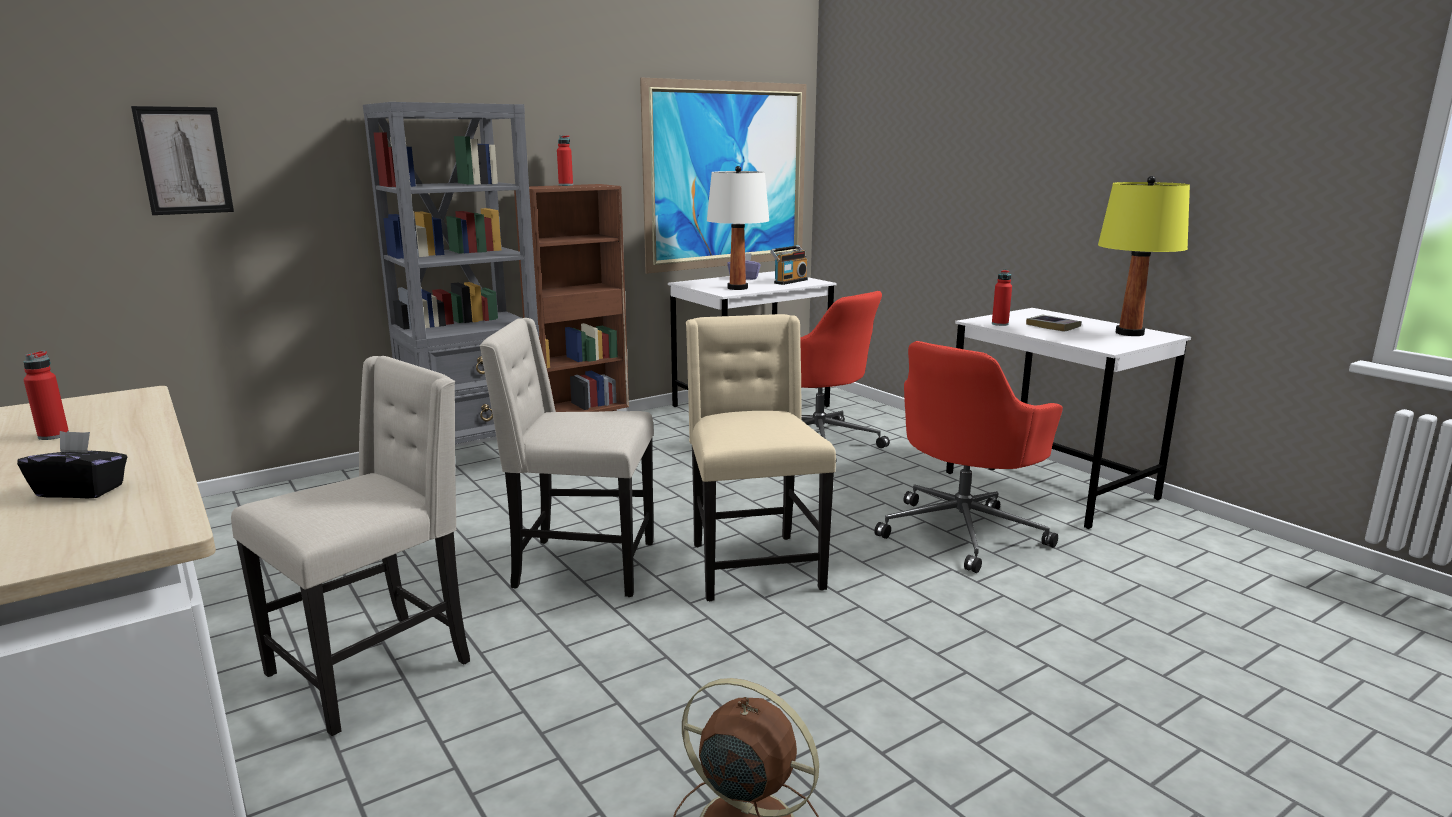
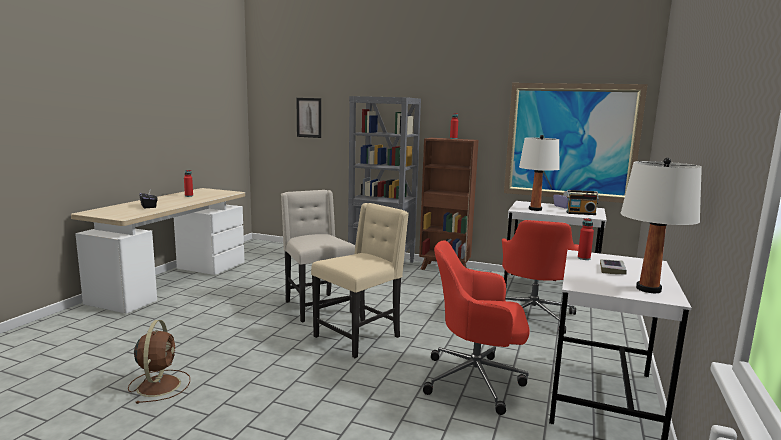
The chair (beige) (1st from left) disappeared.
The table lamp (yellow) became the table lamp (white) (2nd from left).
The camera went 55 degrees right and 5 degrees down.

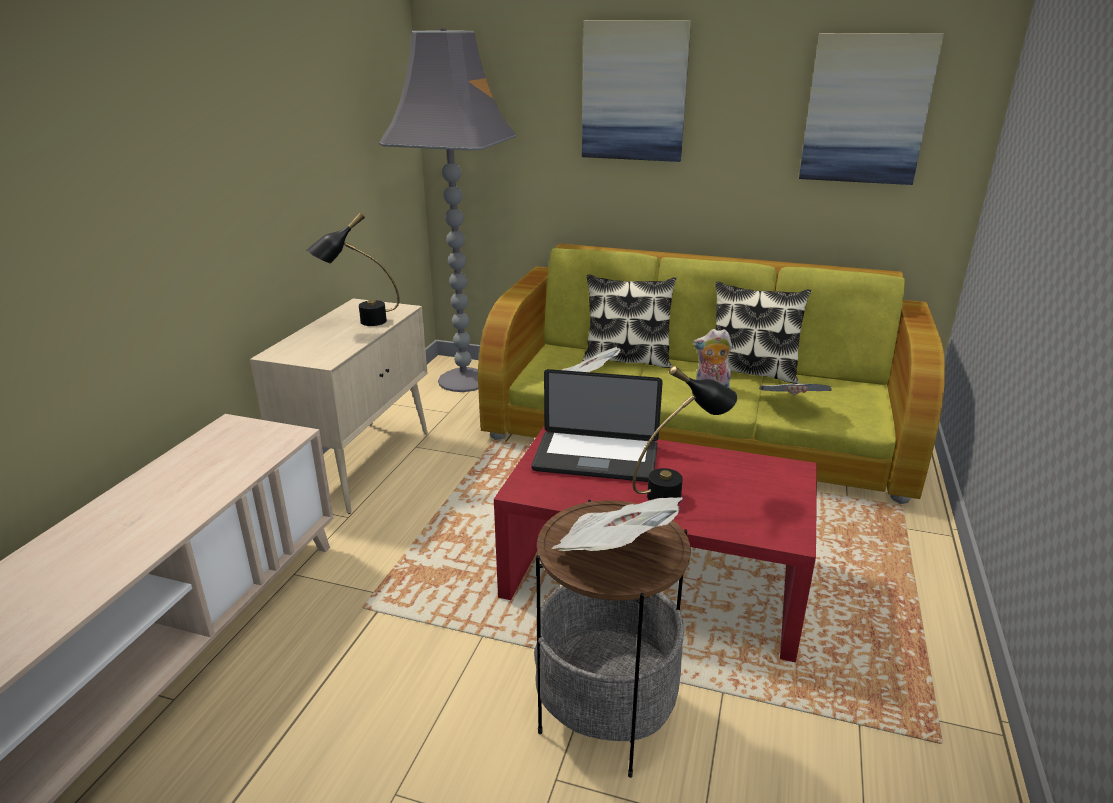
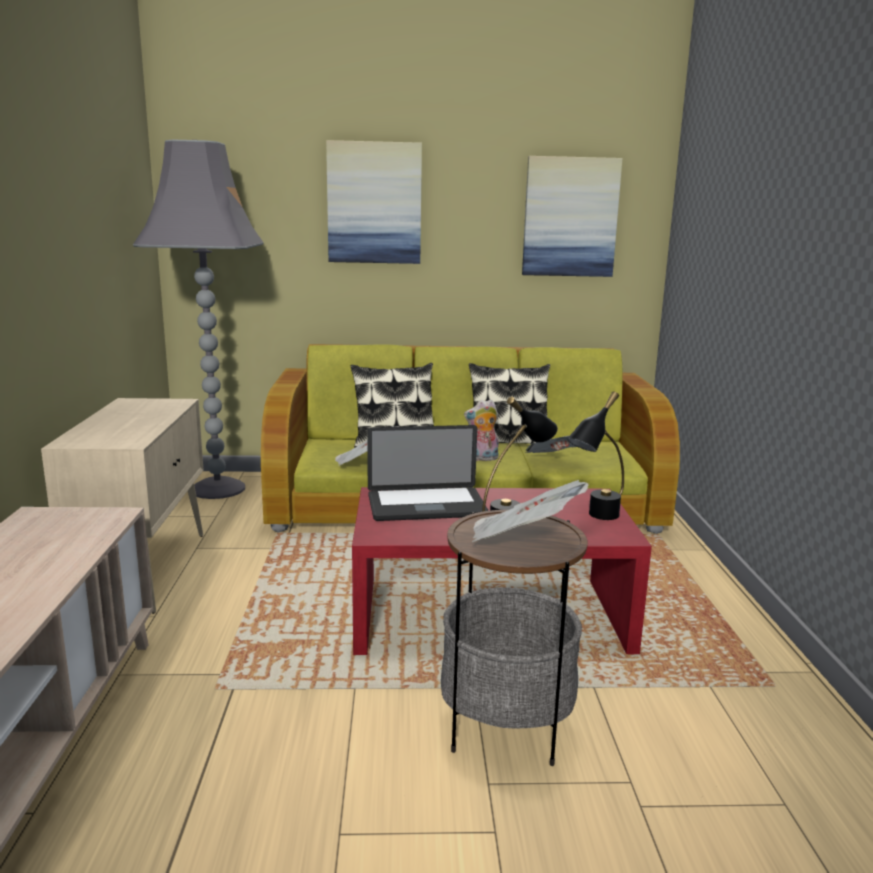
The table lamp (black) (1st from left in the first image) moved.
The camera went 20 degrees left and 10 degrees down.

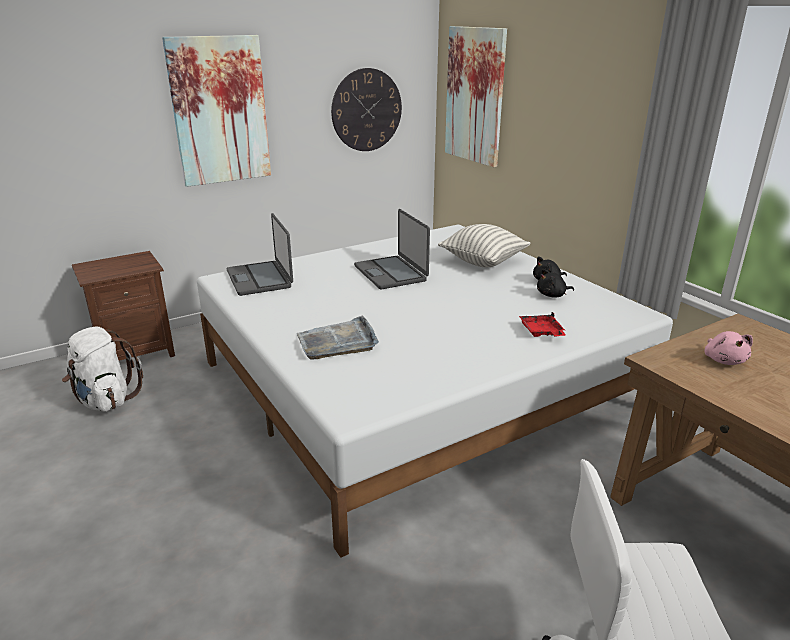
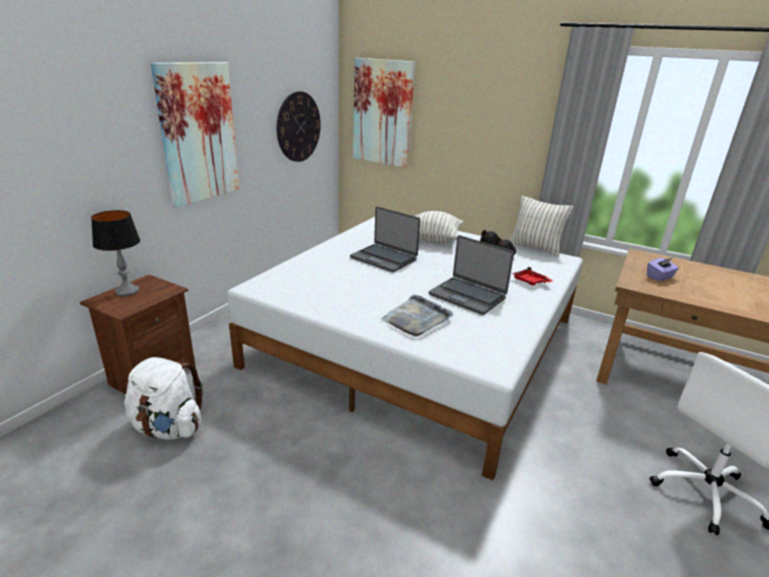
The table lamp appeared.
The pillow (2nd from left) appeared.
The laptop (1st from left in the first image) moved.
The plush toy (pink) was replaced by the tissue box (purple).
The camera went 30 degrees left and 0 degrees up.

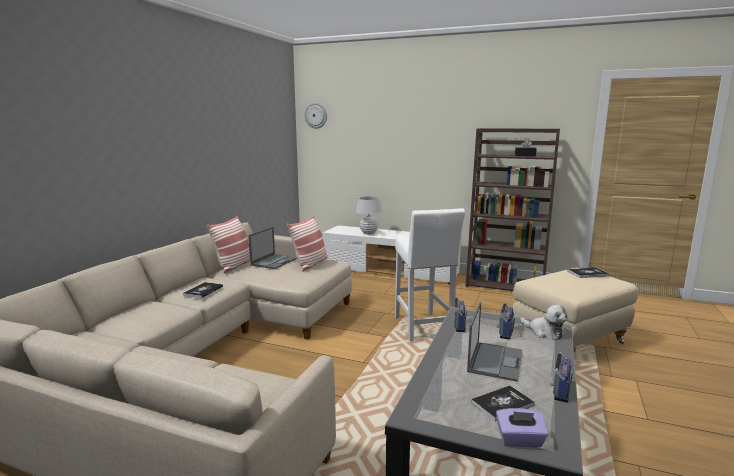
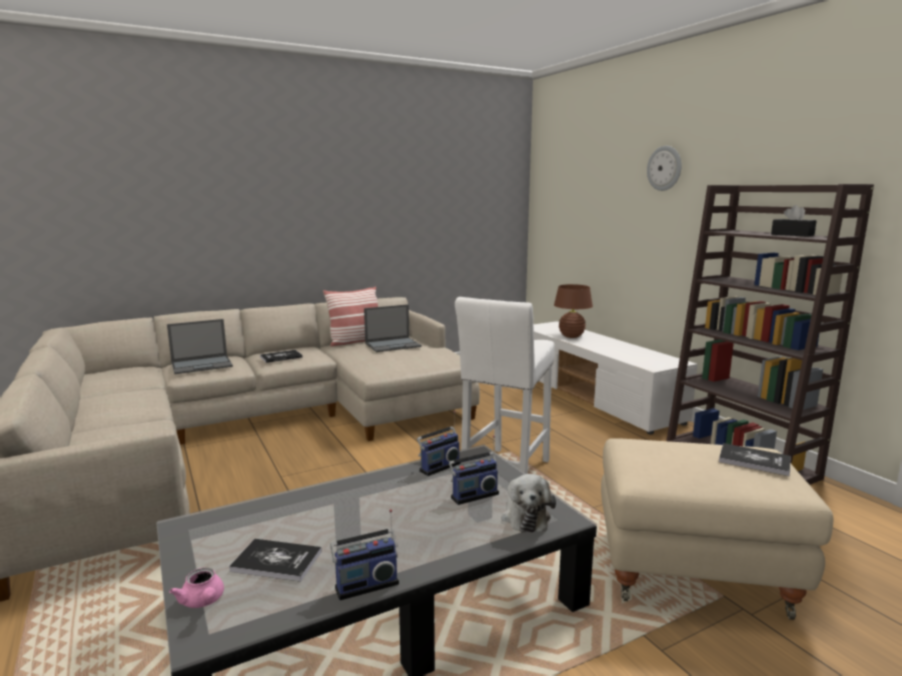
The pillow (2nd from left) disappeared.
The wall clock moved.
The laptop (2nd from left in the first image) moved.
The tissue box (purple) was replaced by the teapot (pink).
The table lamp (white) became the table lamp (brown).
The camera went 40 degrees right and 0 degrees up.

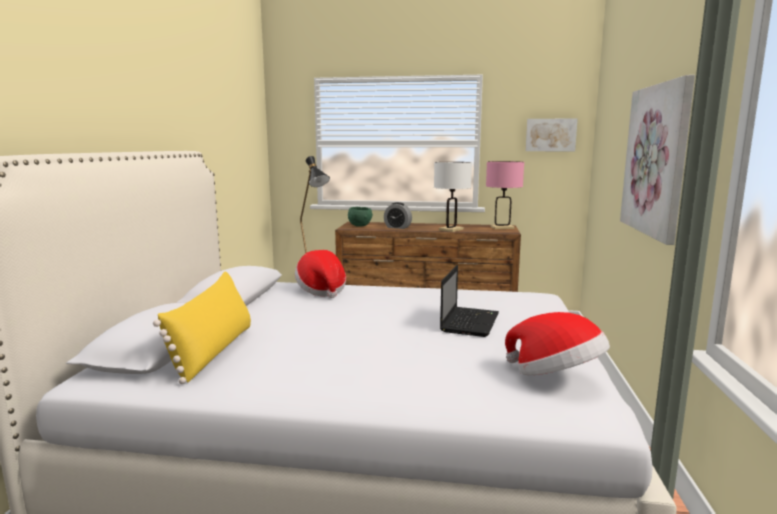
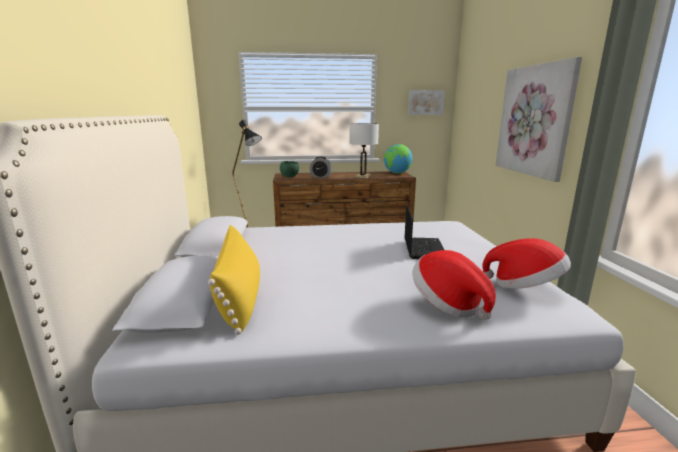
The hat (1st from left) moved.
The table lamp (pink) was replaced by the globe.
The camera went 15 degrees left and 5 degrees up.

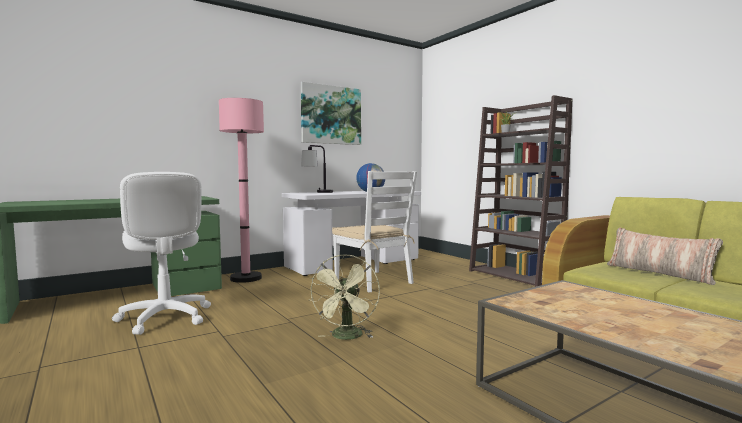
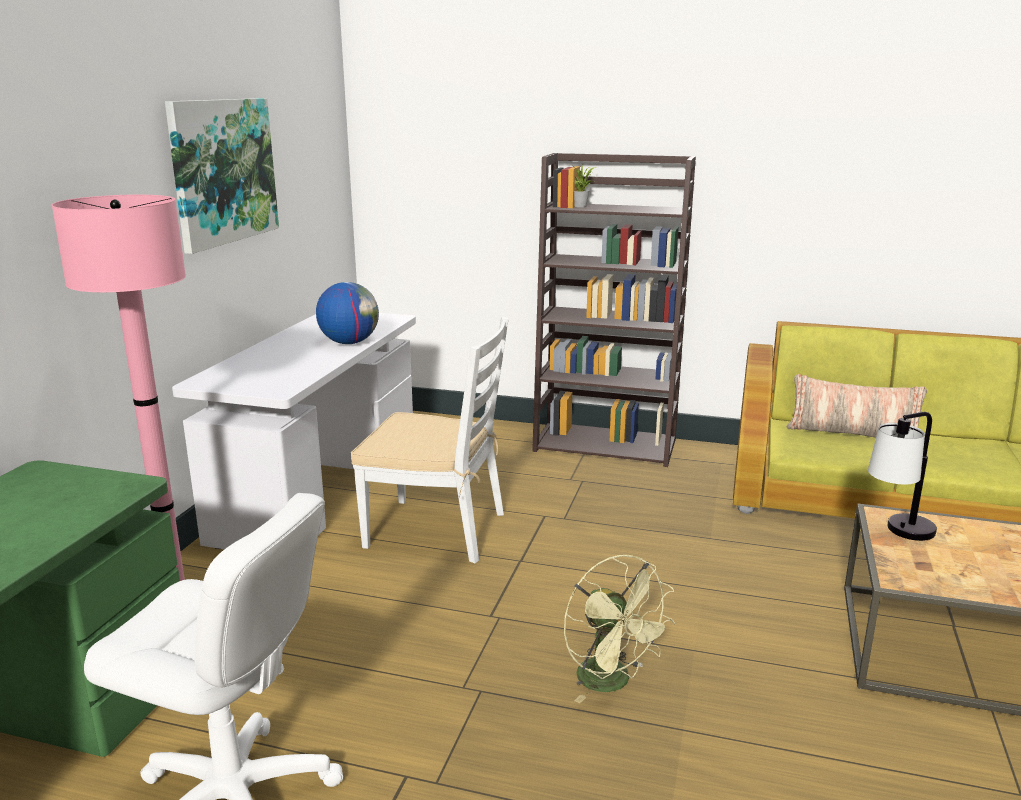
The table lamp moved.
The camera went 40 degrees left and 15 degrees up.

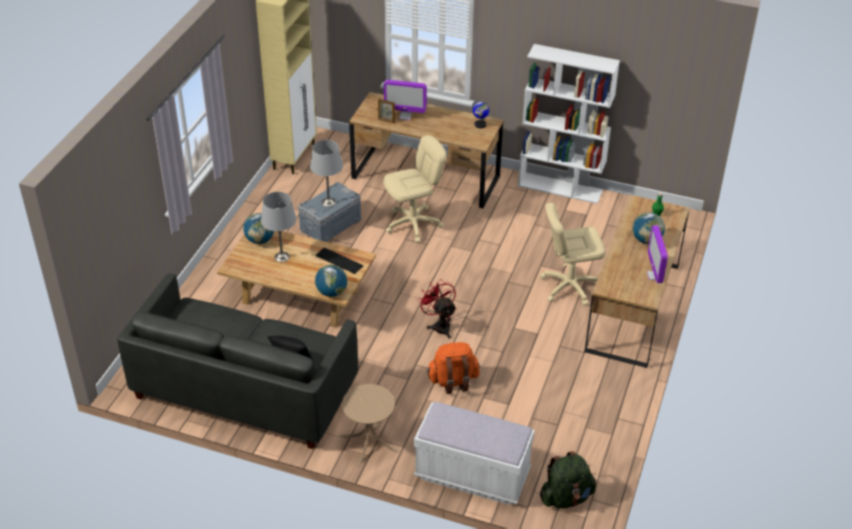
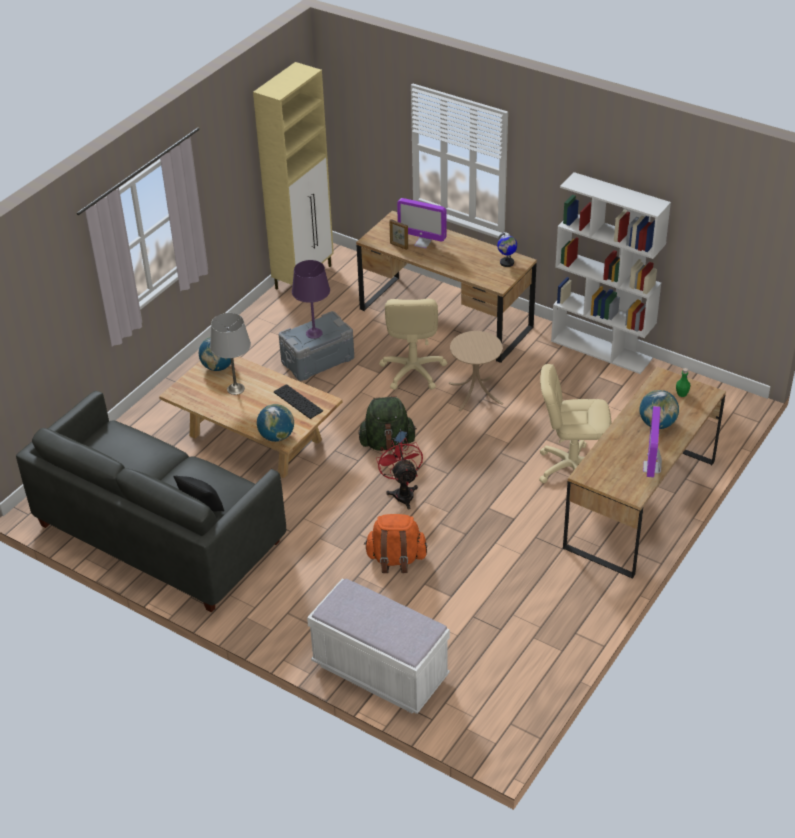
The side table (beige) moved.
The backpack (green) moved.
The table lamp (grey) (2nd from left) became the table lamp (purple).
The office chair (beige) (1st from left) turned 105 degrees clockwise.
The camera went 15 degrees right and 0 degrees up.

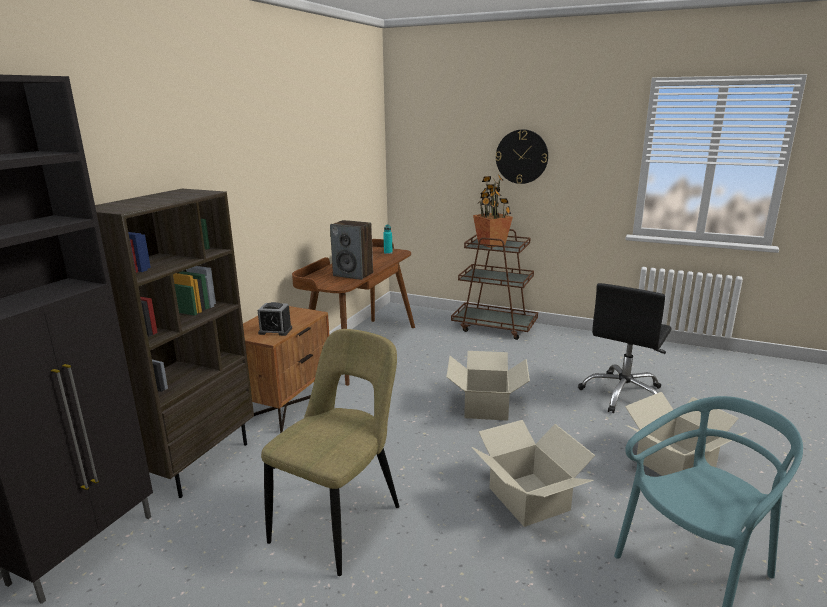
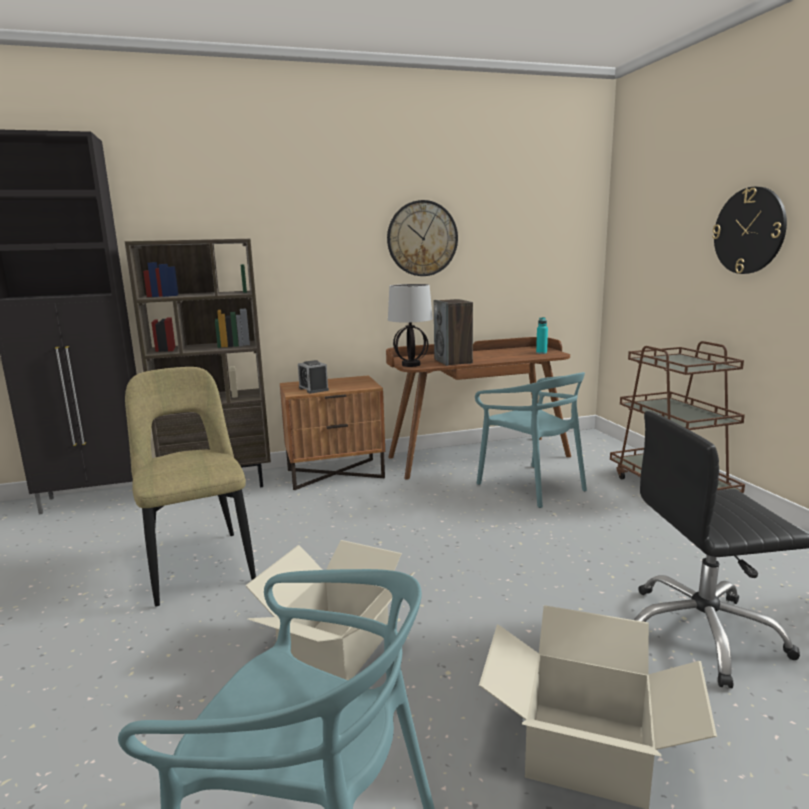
The cardboard box (1st from left) disappeared.
The potted plant disappeared.
The wall clock (1st from left) appeared.
The table lamp appeared.
The chair (turquoise) (2nd from left) appeared.
The chair (beige) turned 105 degrees counterclockwise.
The camera went 50 degrees right and 5 degrees down.

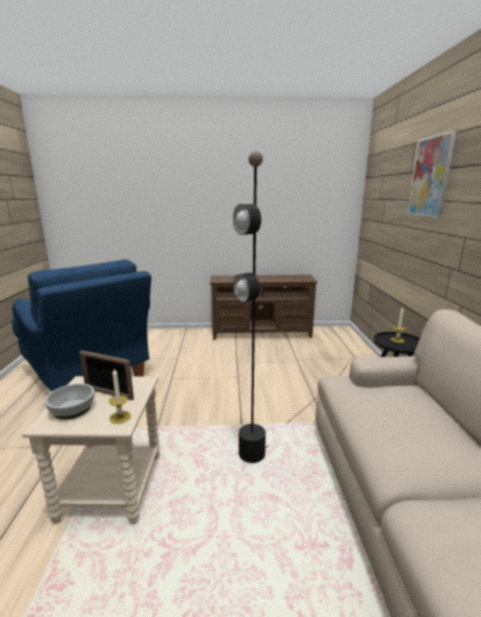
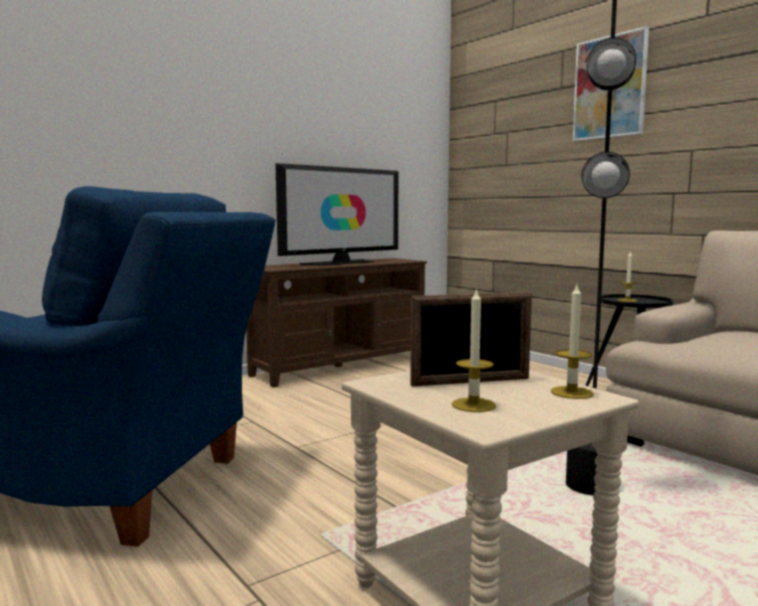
The television appeared.
The bowl was replaced by the candle (1st from left).
The camera went 35 degrees left and 10 degrees down.

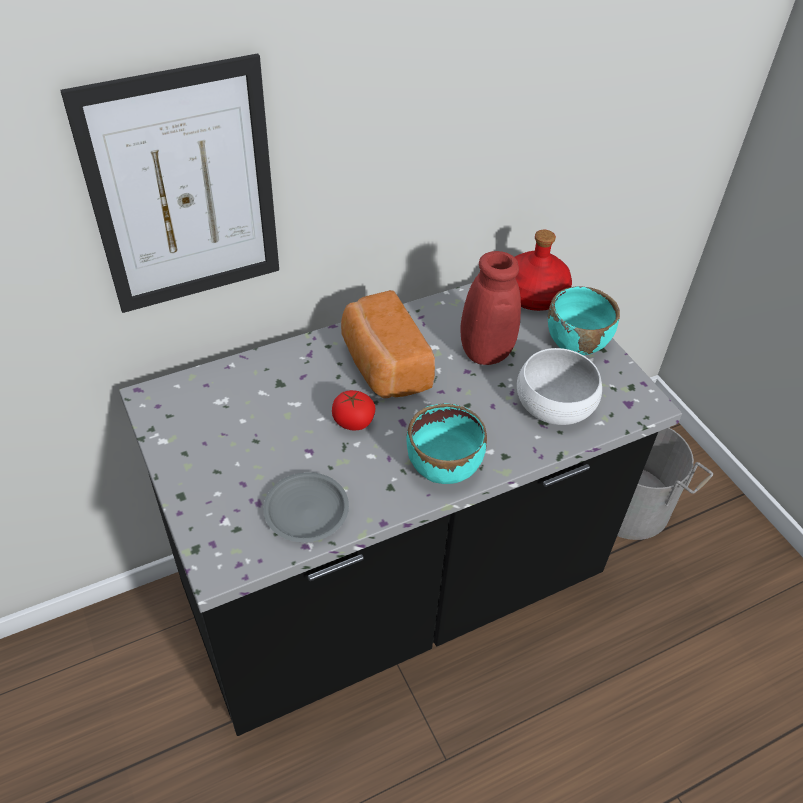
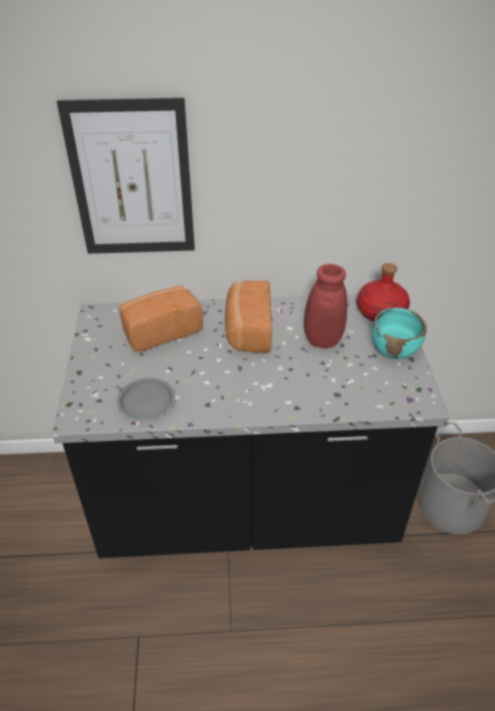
The tomato disappeared.
The bowl (turquoise) (1st from left) disappeared.
The bowl (white) disappeared.
The bread (1st from left) appeared.
The camera went 25 degrees right and 5 degrees down.

